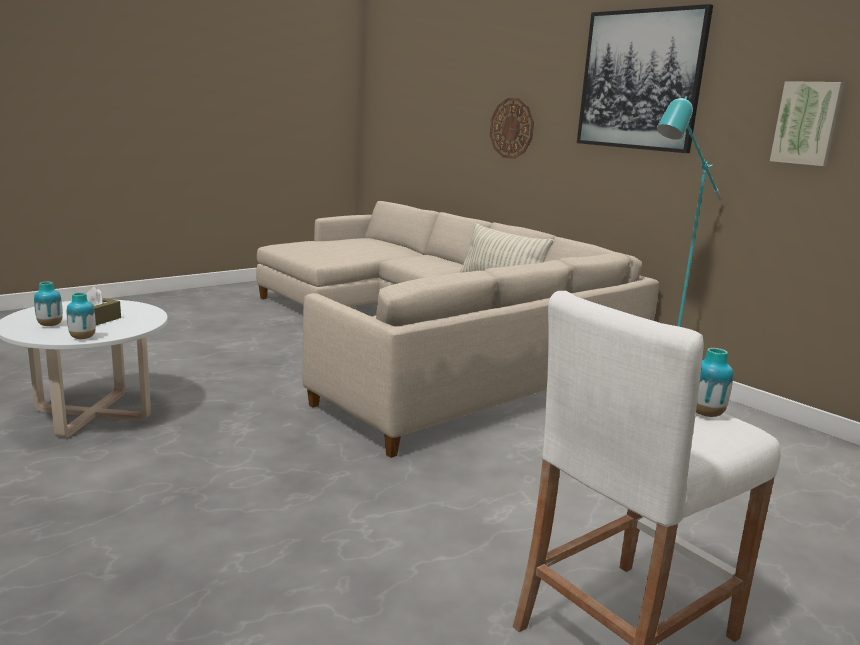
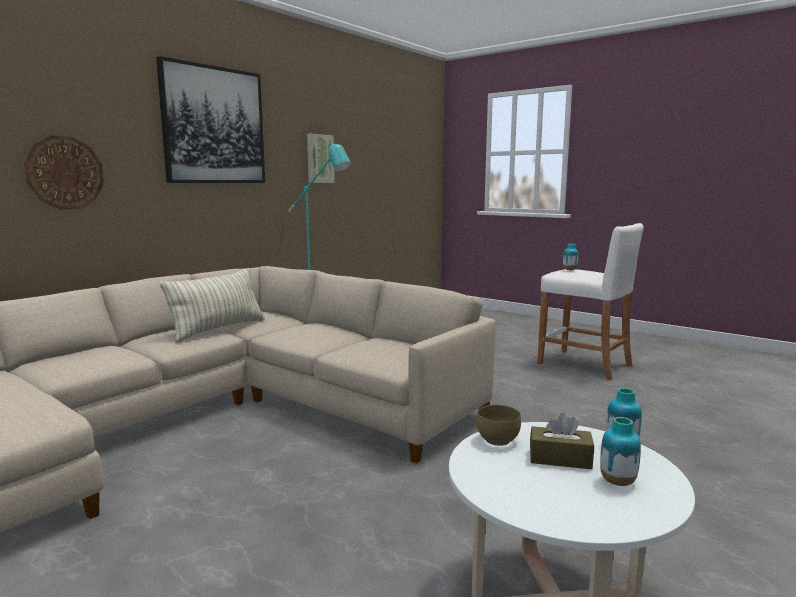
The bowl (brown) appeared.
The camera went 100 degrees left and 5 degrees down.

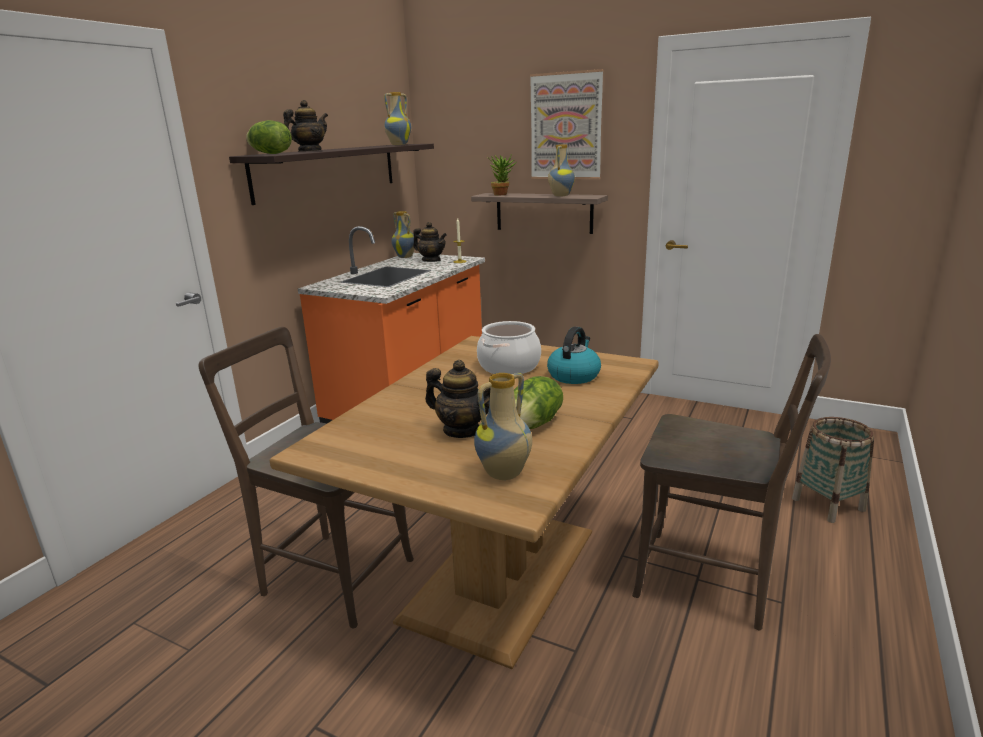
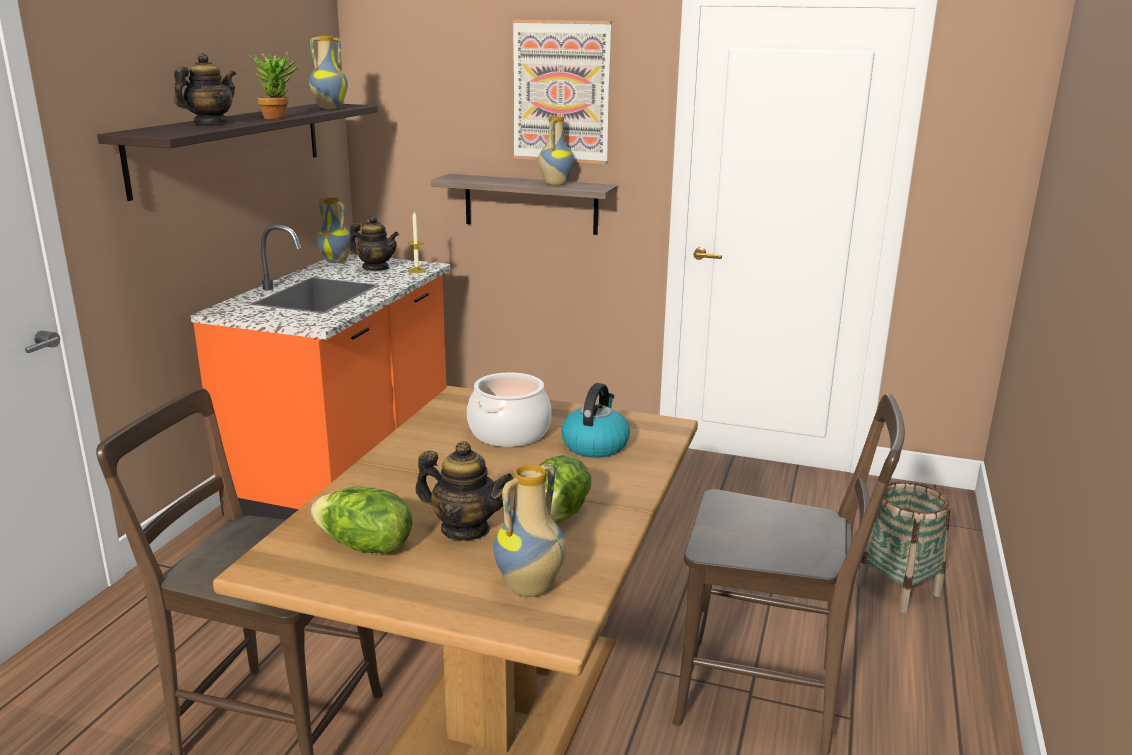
The lettuce (1st from left) moved.
The potted plant moved.
The camera went 10 degrees left and 0 degrees up.

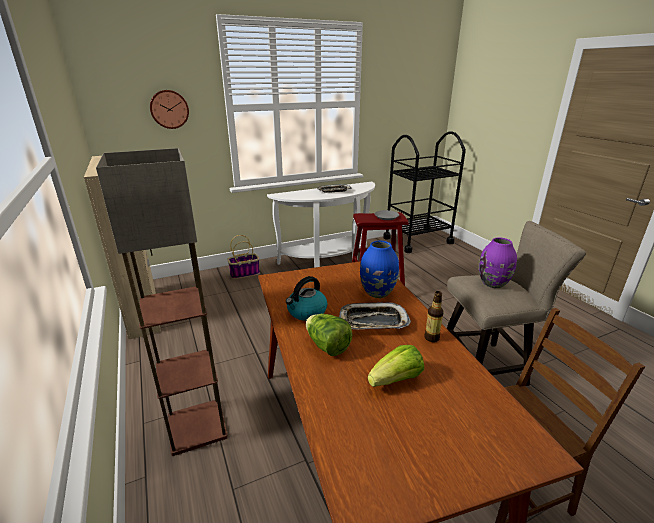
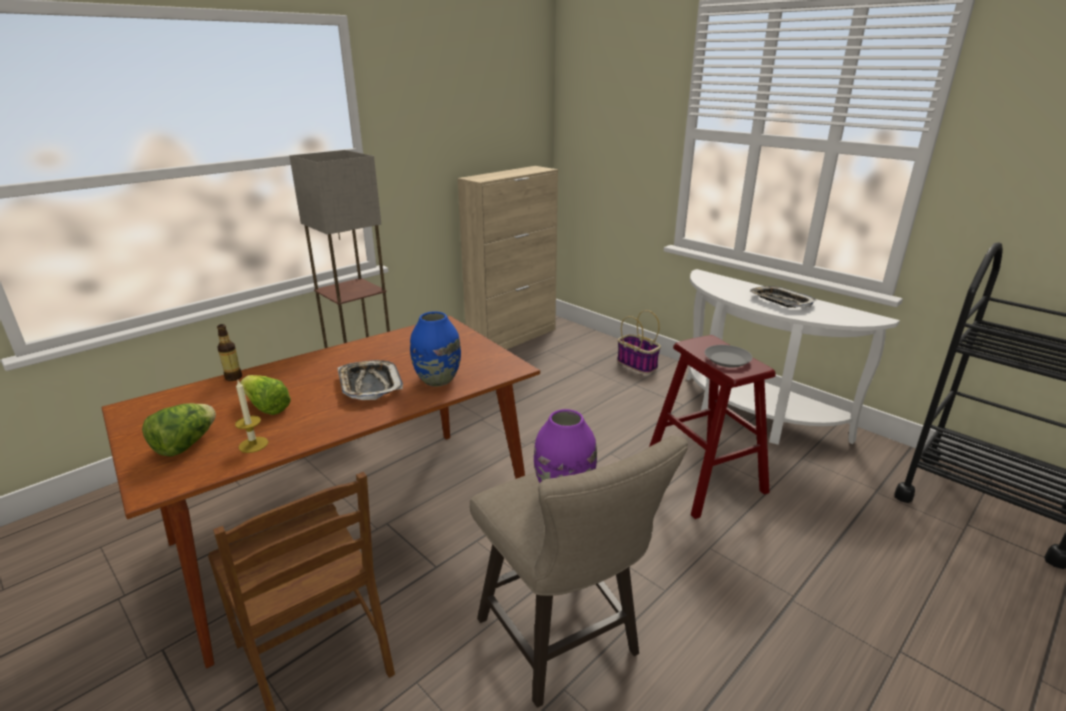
The wall clock disappeared.
The kettle disappeared.
The candle appeared.
The lettuce (1st from left) moved.
The bottle moved.
The camera went 70 degrees right and 0 degrees up.

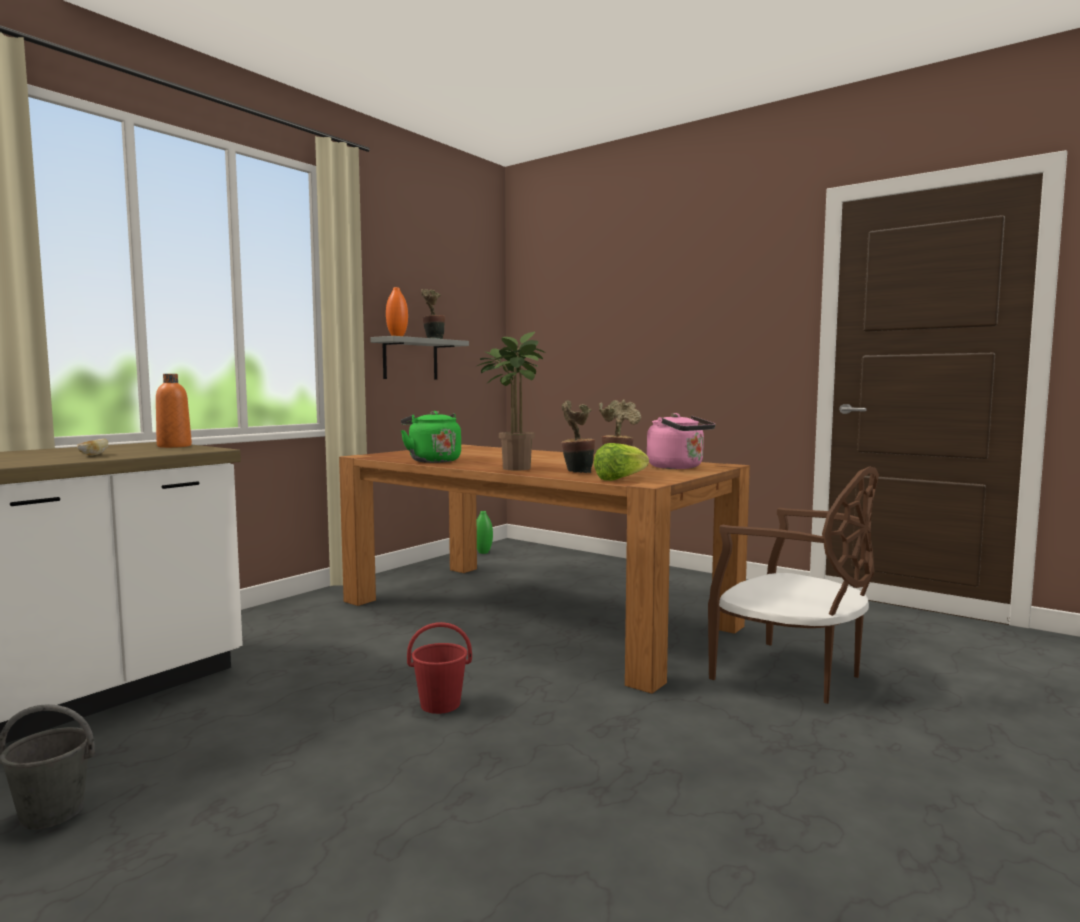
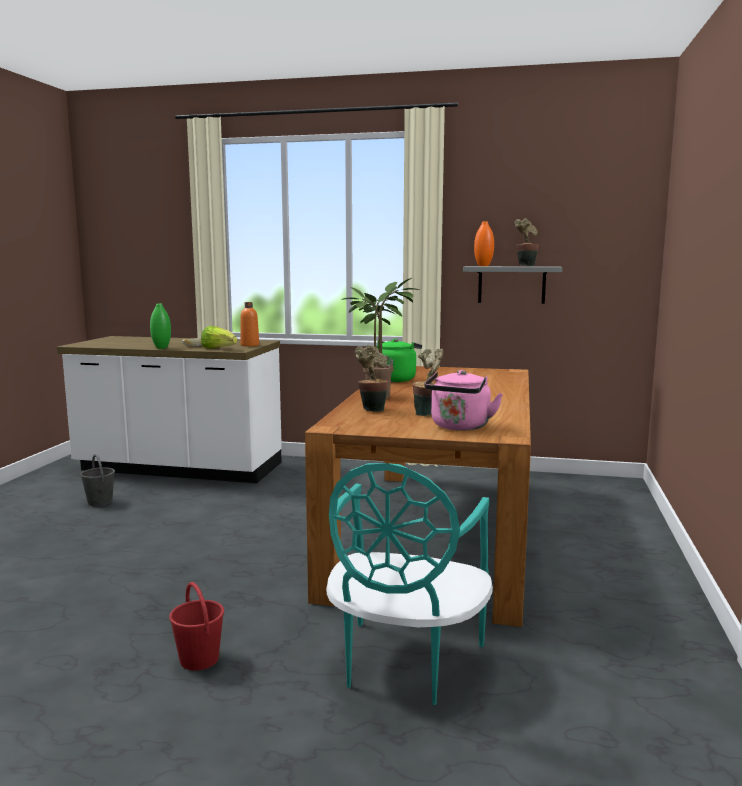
The bucket (red) moved.
The vase (green) moved.
The lettuce moved.
The chair (brown) became the chair (turquoise).
The camera went 65 degrees right and 5 degrees up.

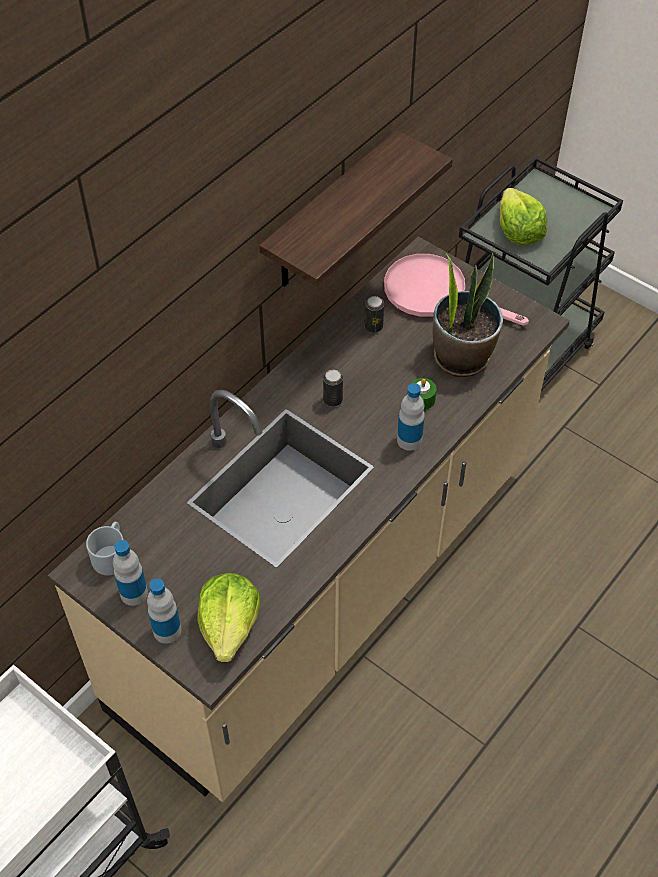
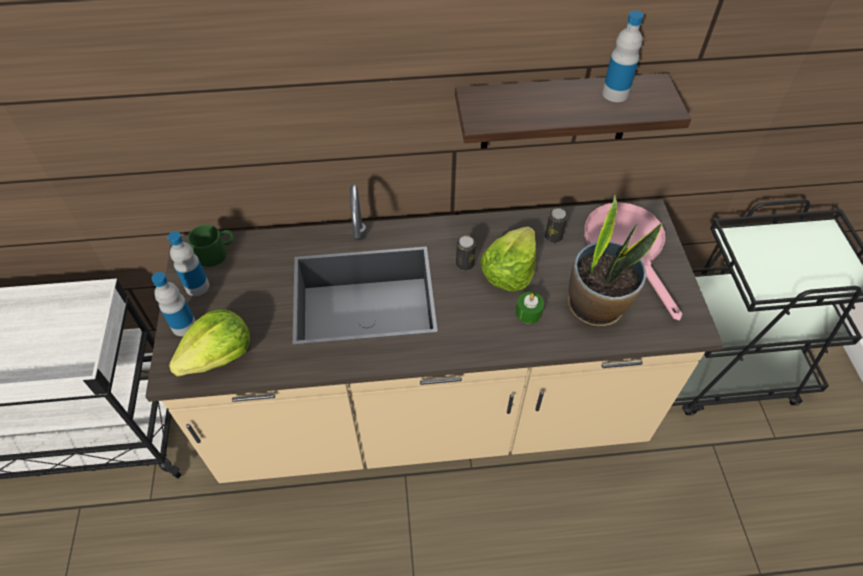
The bottle (3rd from left) moved.
The lettuce (2nd from left) moved.
The mug (grey) became the mug (green).
The camera went 45 degrees right and 0 degrees up.

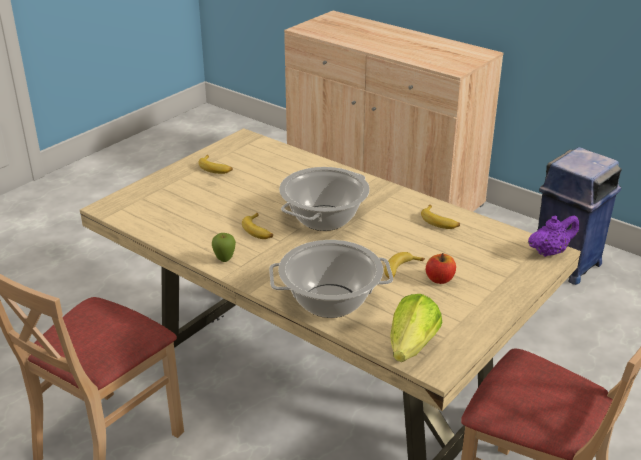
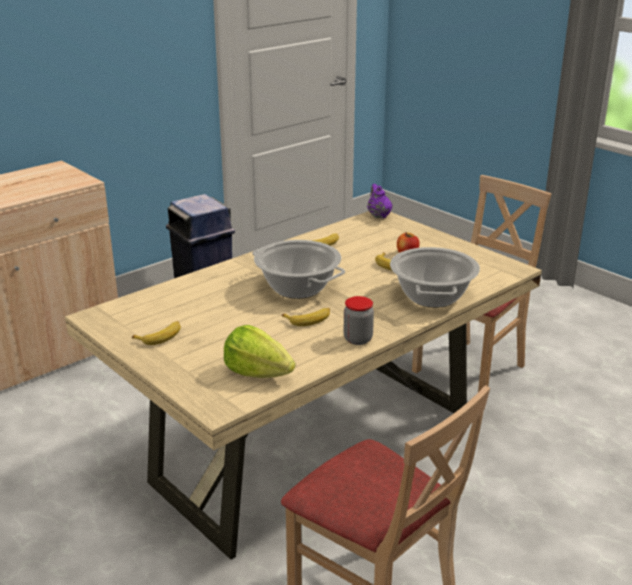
The lettuce moved.
The apple (1st from left) was replaced by the jar.
The camera went 80 degrees left and 5 degrees down.

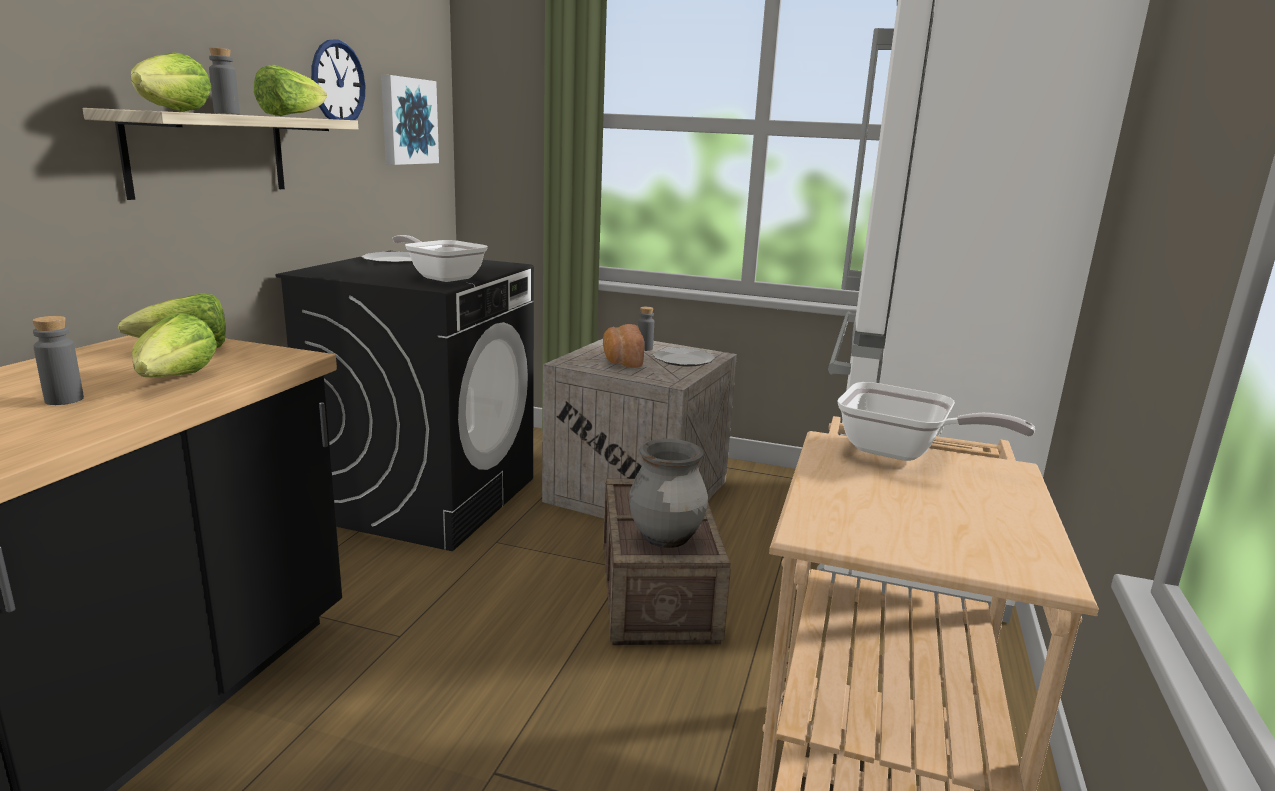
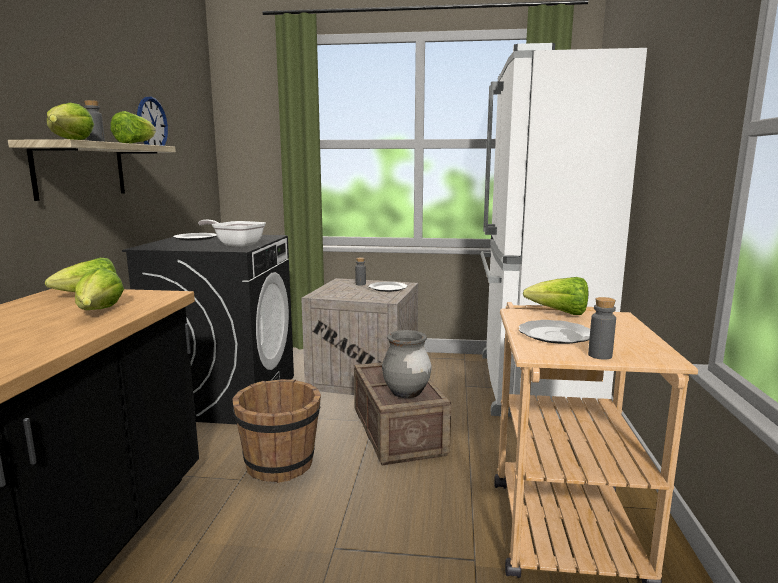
The picture disappeared.
The bread disappeared.
The bucket (brown) appeared.
The plate (3rd from left) appeared.
The bottle (grey) (1st from left in the first image) moved.
The frying pan (2nd from left) was replaced by the lettuce (5th from left).
The camera went 10 degrees left and 5 degrees down.

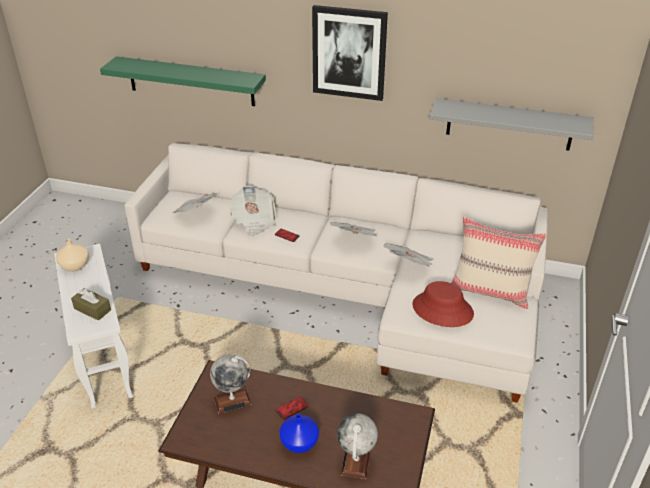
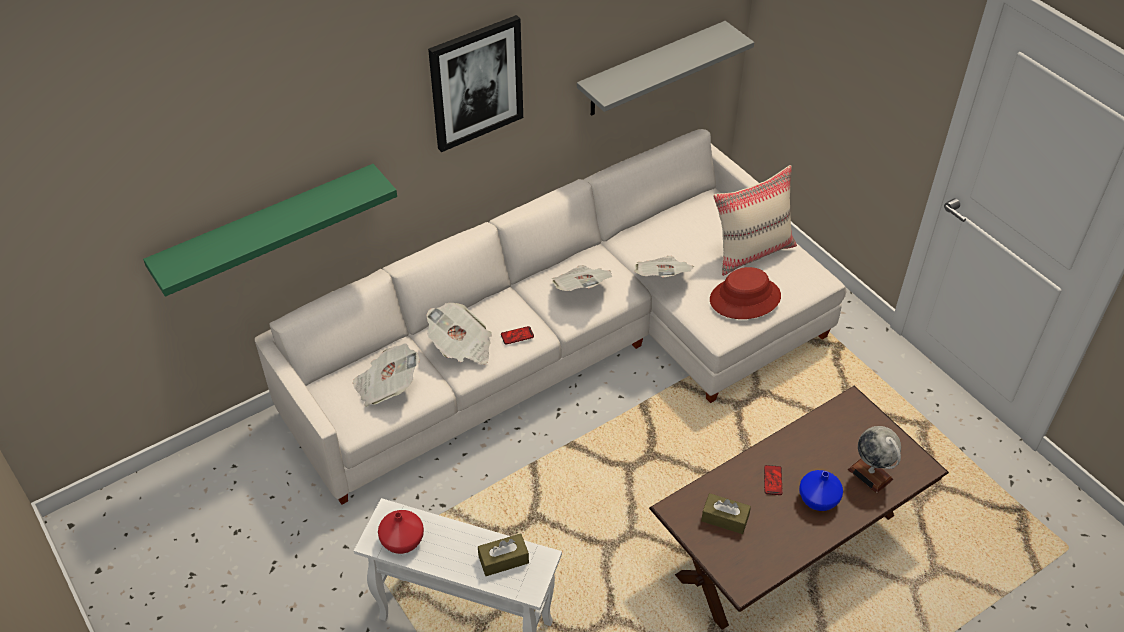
The globe (1st from left) was replaced by the tissue box (brown) (2nd from left).
The vase (beige) became the vase (red).
The camera went 50 degrees left and 10 degrees up.

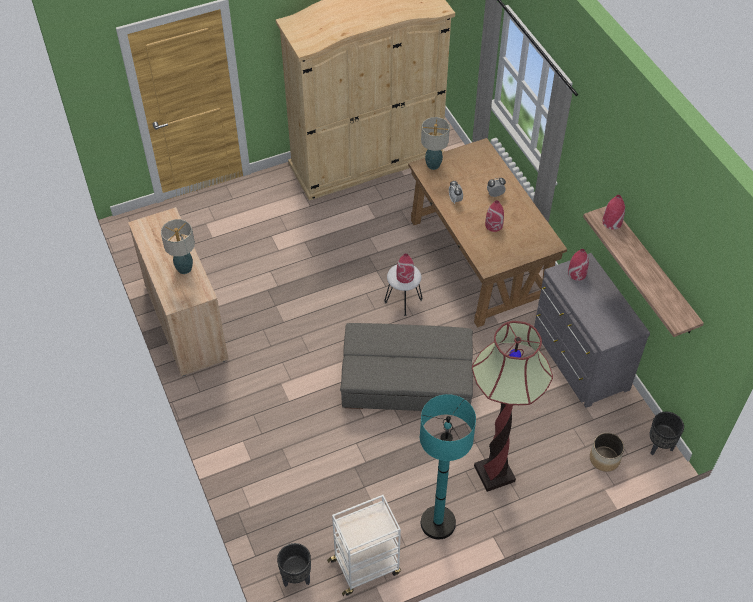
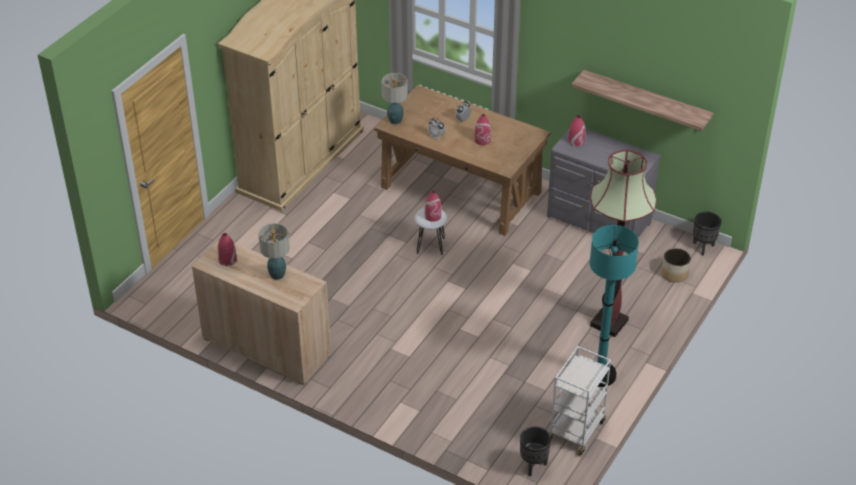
The ottoman (grey) disappeared.
The vase (red) (4th from left in the first image) moved.
The camera went 35 degrees left and 10 degrees down.

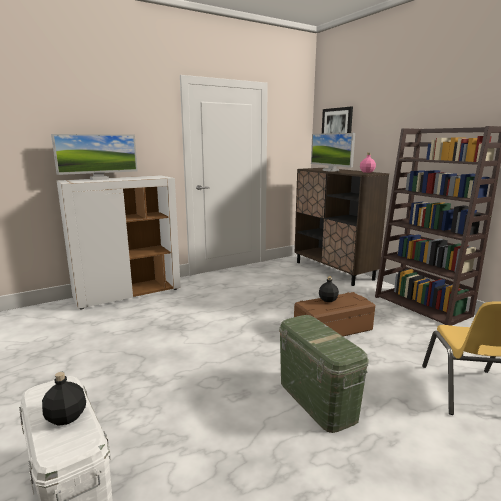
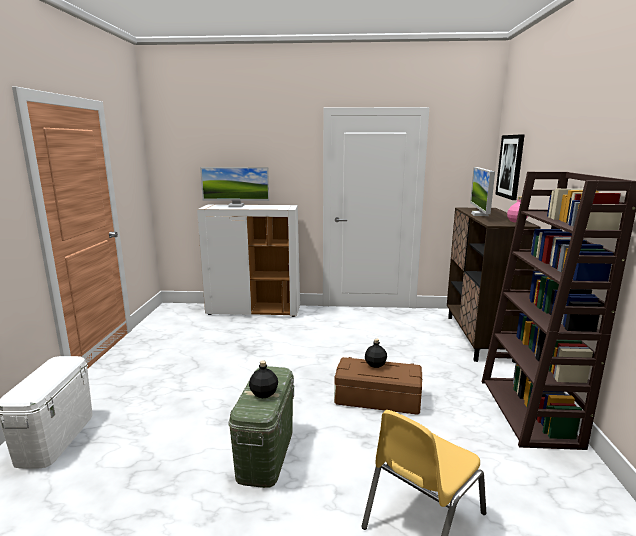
The bottle (black) (1st from left) moved.
The camera went 35 degrees right and 0 degrees up.

